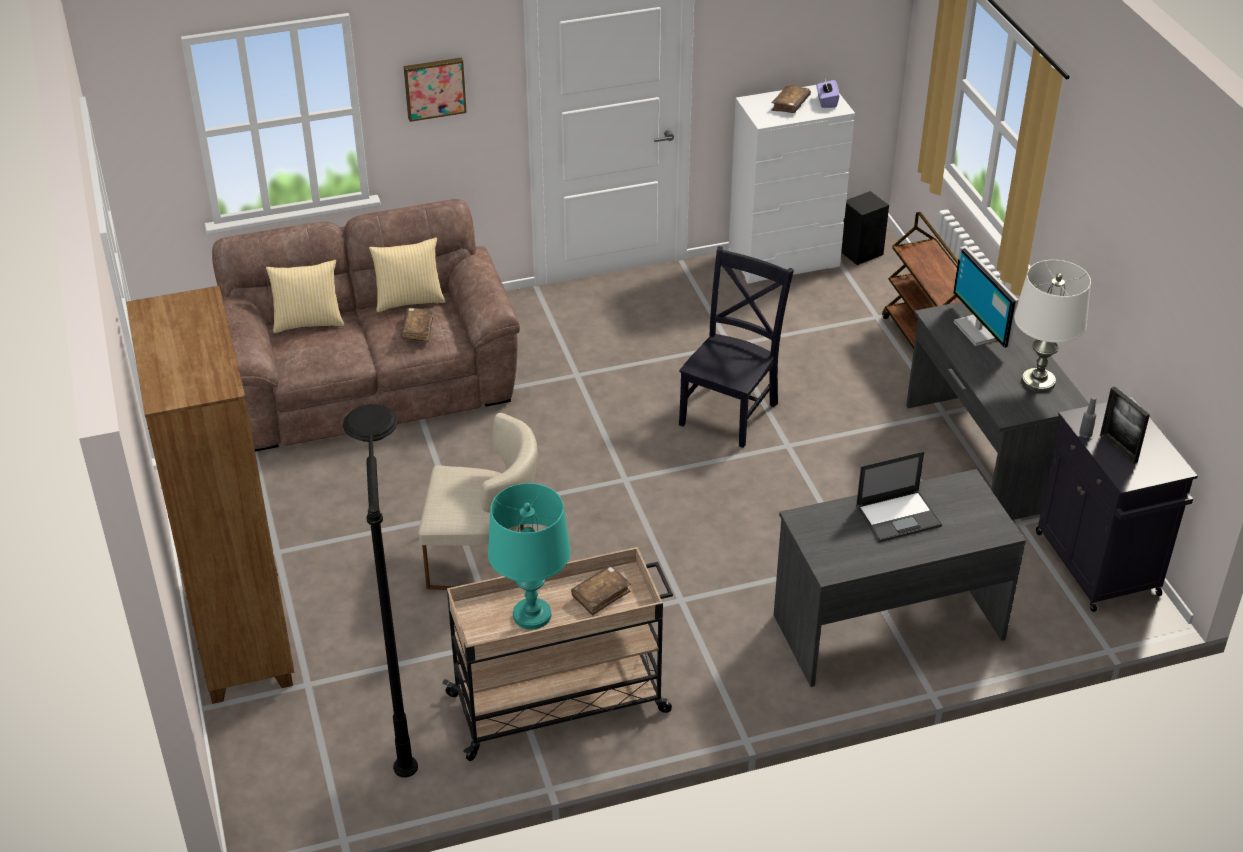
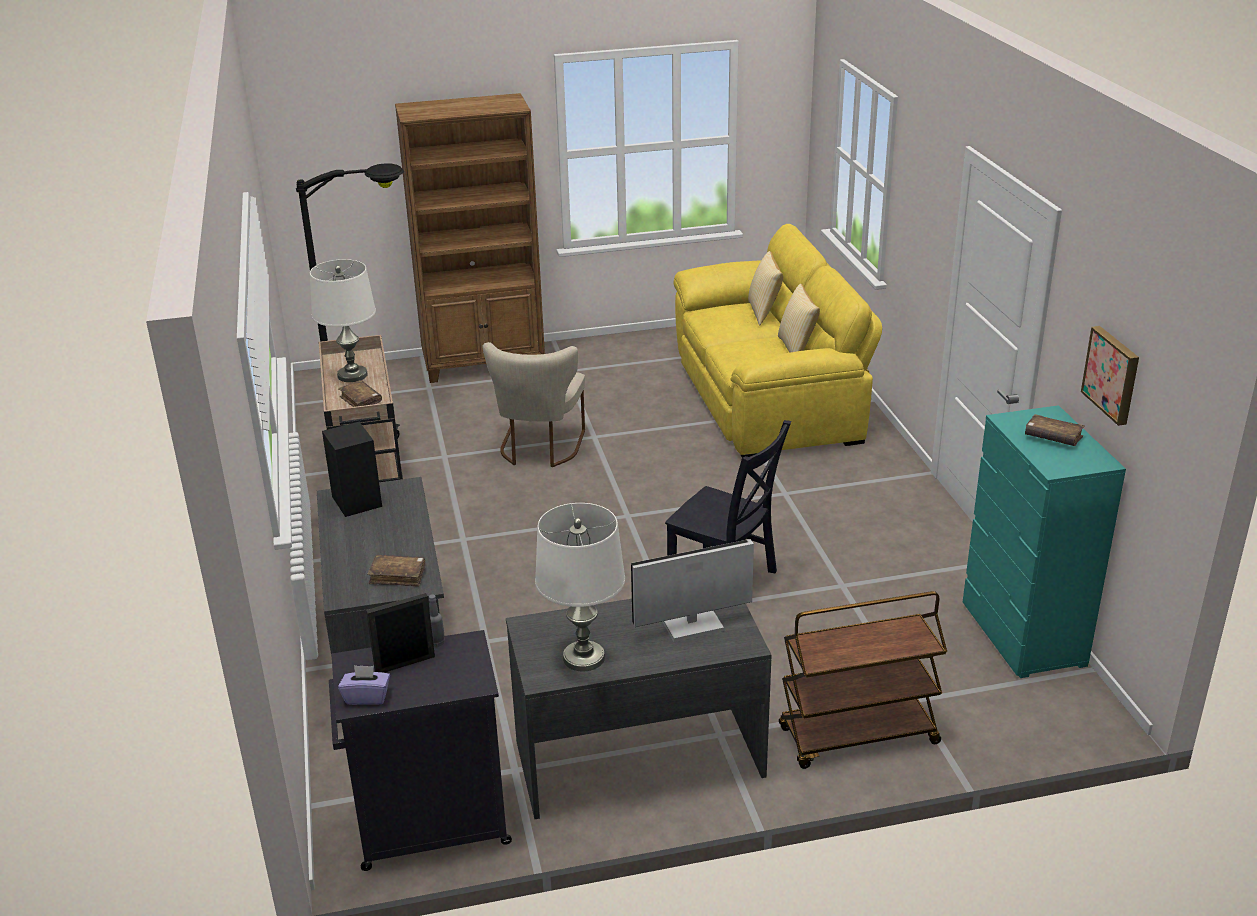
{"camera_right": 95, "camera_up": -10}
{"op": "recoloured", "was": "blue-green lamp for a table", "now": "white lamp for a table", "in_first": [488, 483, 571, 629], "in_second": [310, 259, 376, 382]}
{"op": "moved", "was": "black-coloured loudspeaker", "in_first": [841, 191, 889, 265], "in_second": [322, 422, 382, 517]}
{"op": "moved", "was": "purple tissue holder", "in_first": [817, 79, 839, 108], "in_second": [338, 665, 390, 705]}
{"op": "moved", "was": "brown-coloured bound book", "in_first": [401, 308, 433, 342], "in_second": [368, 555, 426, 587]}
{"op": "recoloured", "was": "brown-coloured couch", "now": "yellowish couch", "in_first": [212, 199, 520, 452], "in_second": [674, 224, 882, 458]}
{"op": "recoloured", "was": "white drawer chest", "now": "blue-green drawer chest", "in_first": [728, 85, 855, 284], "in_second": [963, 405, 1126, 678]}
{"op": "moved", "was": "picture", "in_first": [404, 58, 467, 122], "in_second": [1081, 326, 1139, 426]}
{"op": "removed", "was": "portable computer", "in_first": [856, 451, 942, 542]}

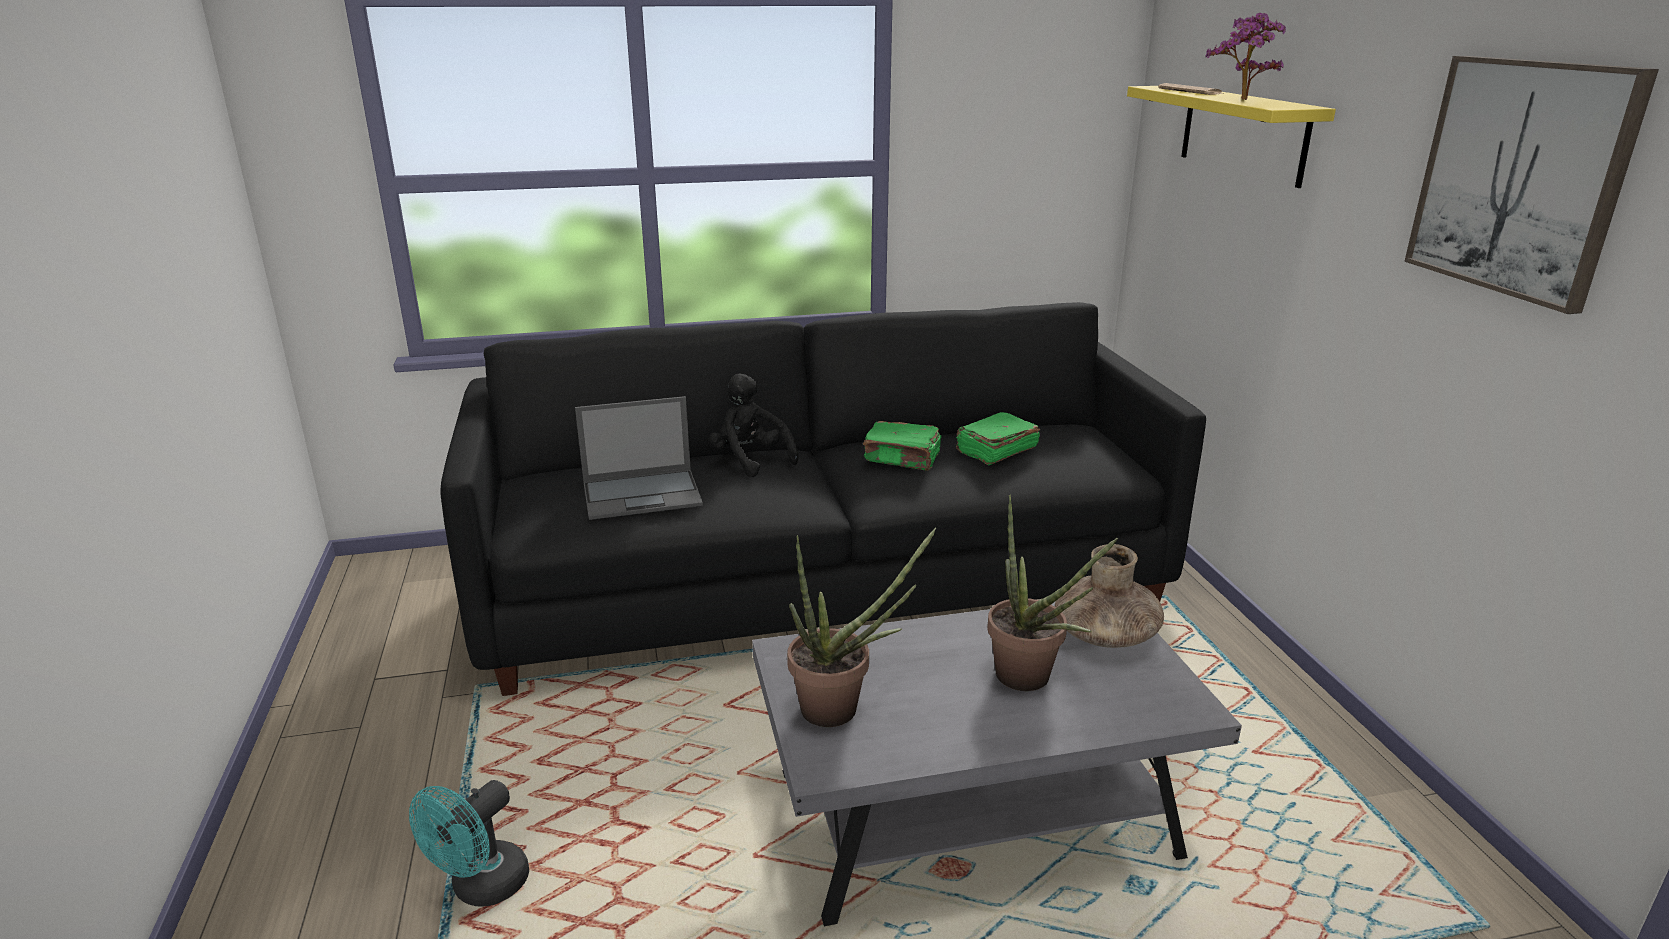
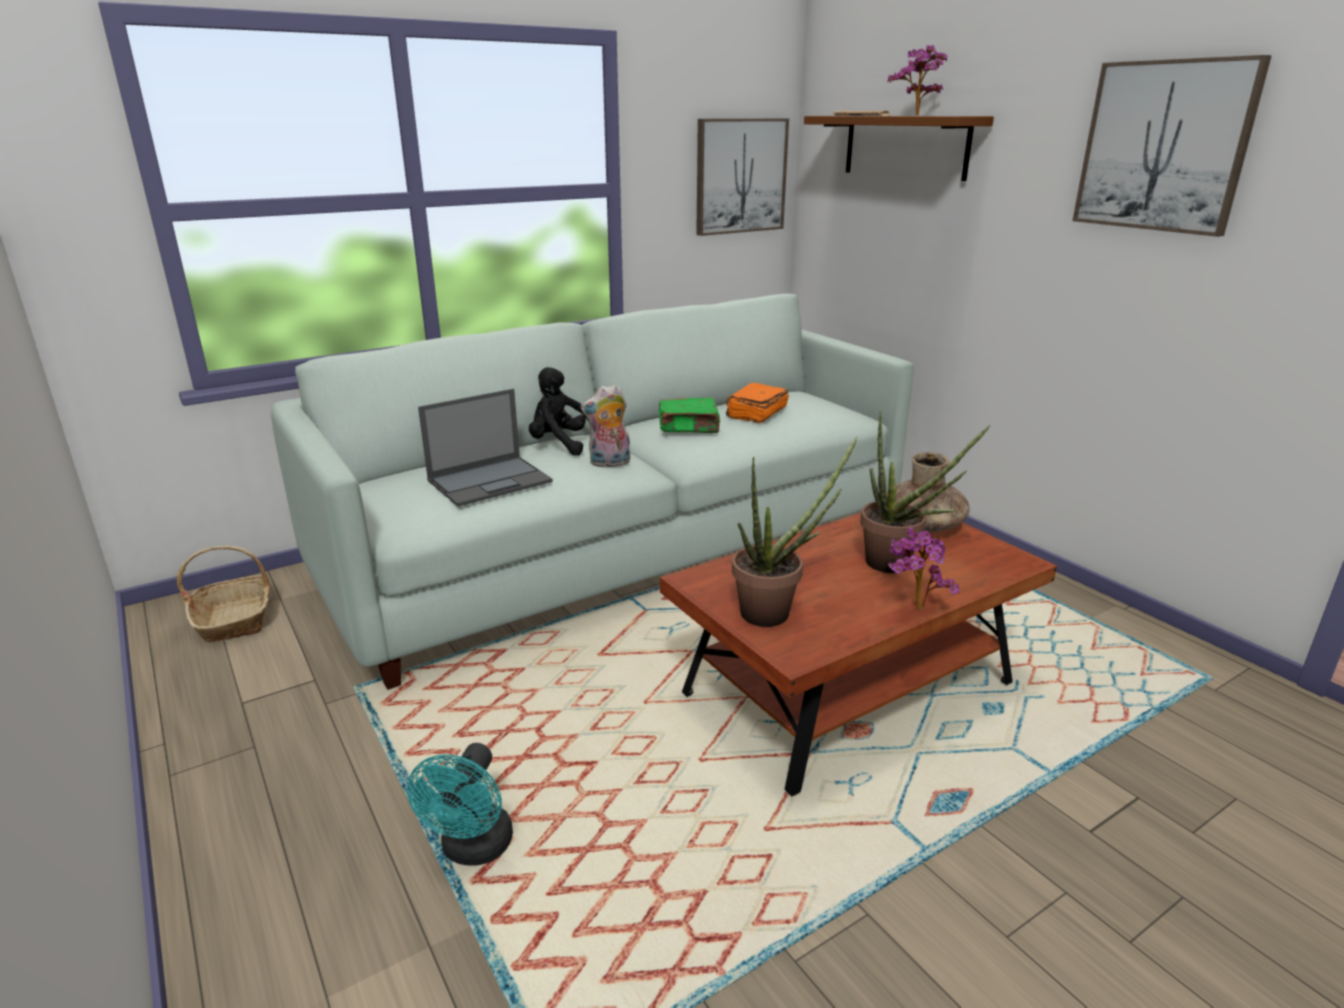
{"camera_right": -20, "camera_up": 0}
{"op": "added", "now": "storage basket", "in_second": [177, 546, 270, 642]}
{"op": "recoloured", "was": "black-coloured couch", "now": "white couch", "in_first": [440, 302, 1206, 696], "in_second": [271, 294, 914, 690]}
{"op": "added", "now": "plush toy", "in_second": [580, 384, 630, 468]}
{"op": "recoloured", "was": "greyish lounge table", "now": "brown-coloured lounge table", "in_first": [752, 602, 1242, 926], "in_second": [660, 513, 1057, 796]}
{"op": "added", "now": "picture", "in_second": [696, 118, 789, 236]}
{"op": "recoloured", "was": "green-coloured bound book", "now": "orange bound book", "in_first": [956, 412, 1040, 465], "in_second": [726, 383, 789, 424]}
{"op": "recoloured", "was": "yellowish bracket shelf", "now": "brown-coloured bracket shelf", "in_first": [1127, 86, 1336, 188], "in_second": [804, 116, 994, 181]}
{"op": "added", "now": "plant in a pot", "in_second": [888, 527, 959, 610]}

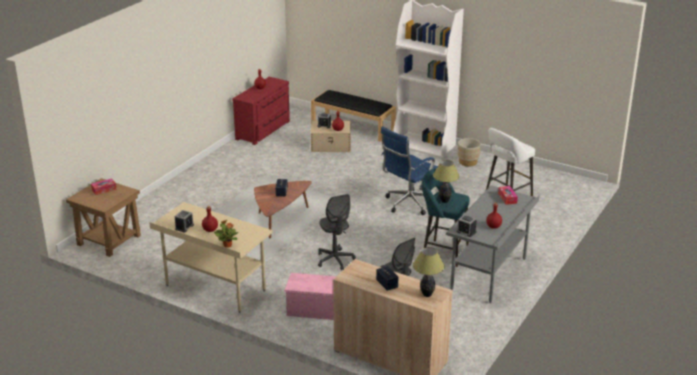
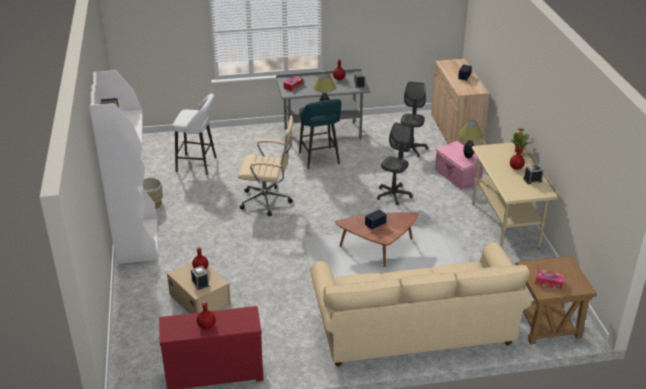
{"camera_right": -130, "camera_up": 5}
{"op": "recoloured", "was": "blue-coloured desk chair", "now": "beige-coloured desk chair", "in_first": [381, 126, 438, 215], "in_second": [238, 115, 293, 216]}
{"op": "added", "now": "beige-coloured couch", "in_second": [310, 242, 532, 367]}
{"op": "moved", "was": "lamp for a table", "in_first": [413, 247, 445, 297], "in_second": [459, 120, 483, 158]}
{"op": "removed", "was": "black-coloured long seat", "in_first": [311, 90, 396, 142]}

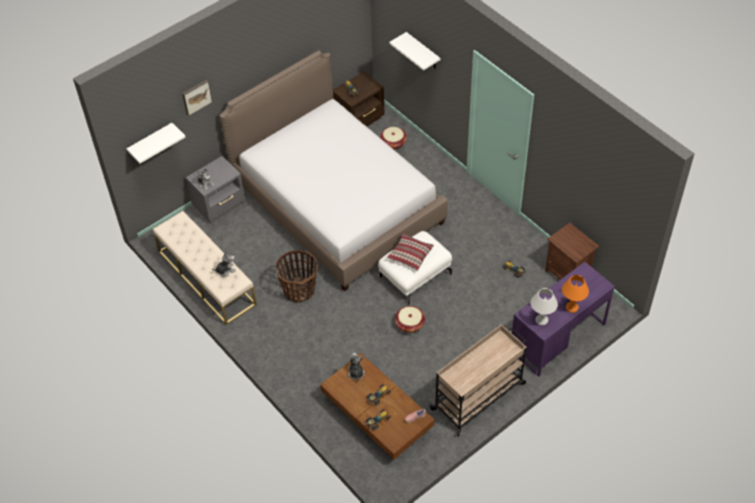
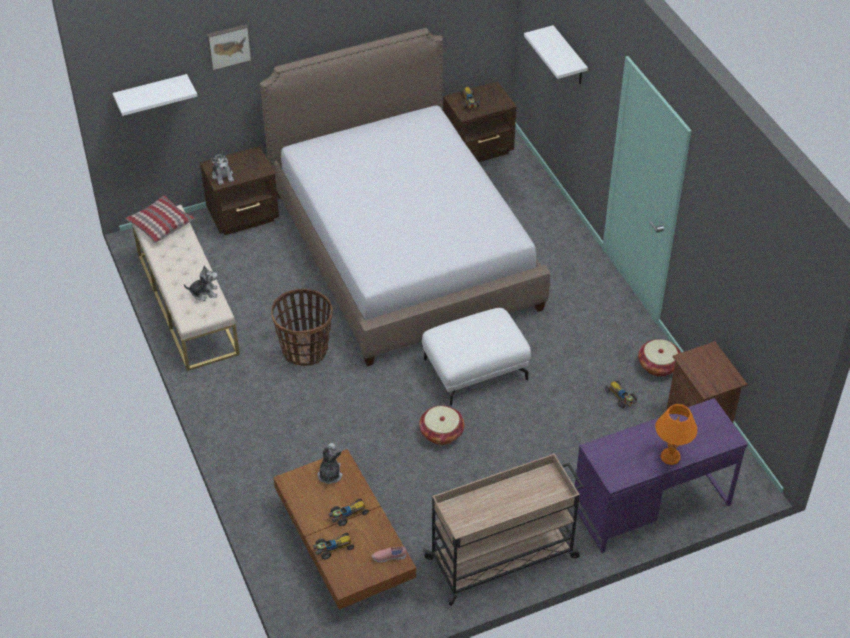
{"camera_right": 15, "camera_up": -5}
{"op": "moved", "was": "cushion", "in_first": [387, 233, 434, 271], "in_second": [125, 195, 194, 243]}
{"op": "recoloured", "was": "greyish bedside table", "now": "brown-coloured bedside table", "in_first": [186, 156, 245, 222], "in_second": [200, 146, 279, 235]}
{"op": "moved", "was": "storage basket", "in_first": [380, 127, 407, 149], "in_second": [638, 339, 681, 377]}
{"op": "removed", "was": "white lamp for a table", "in_first": [530, 288, 558, 325]}

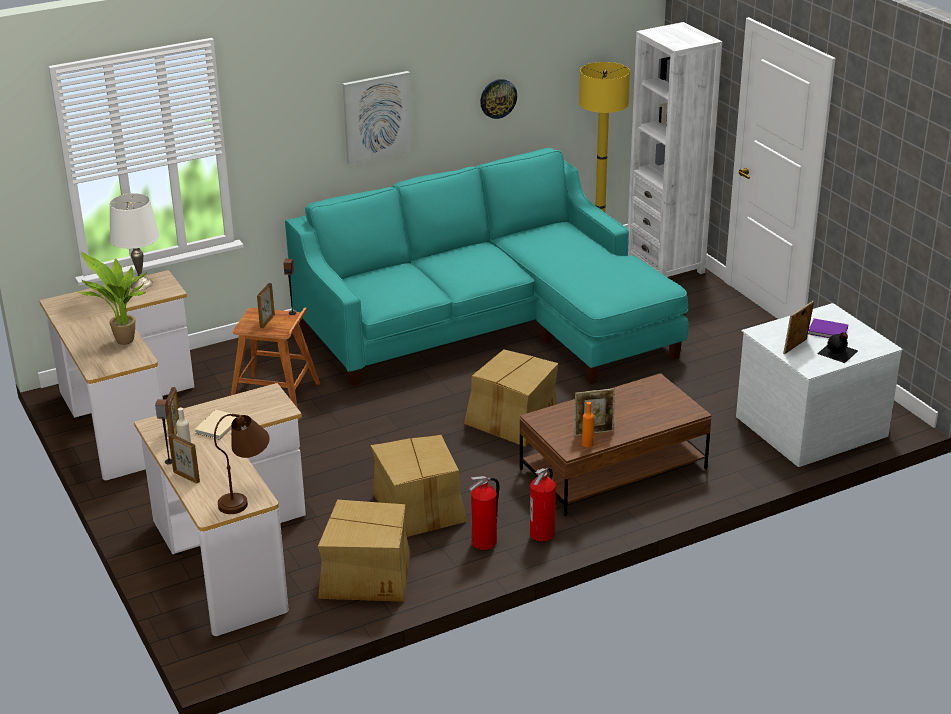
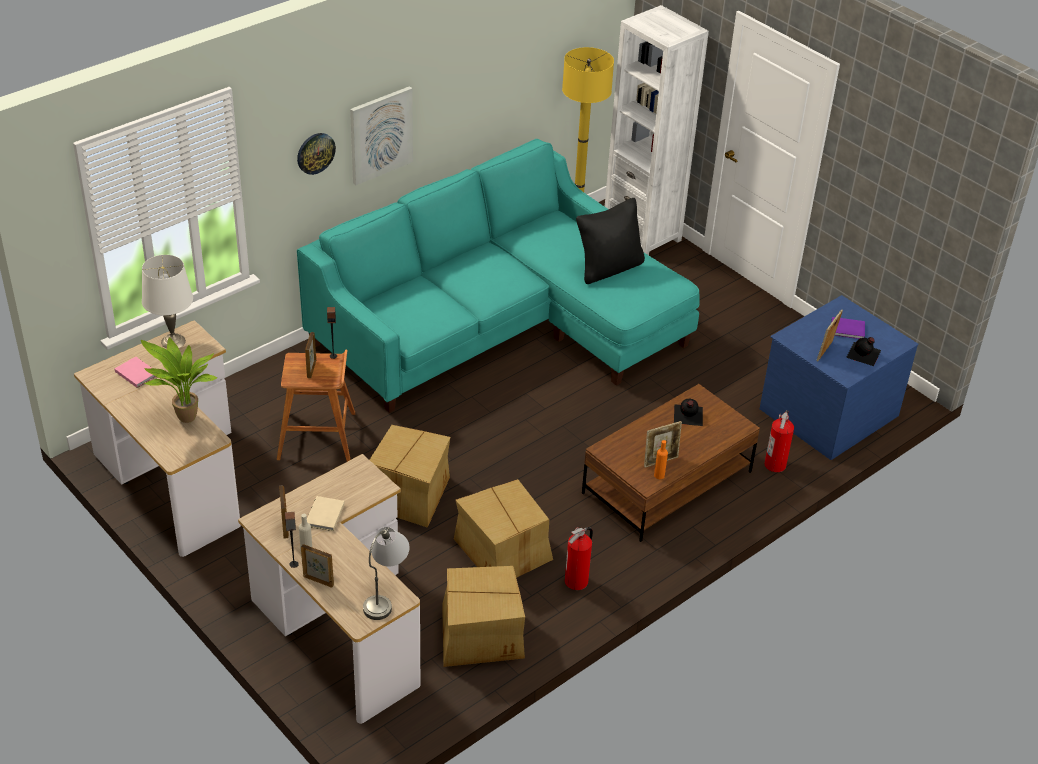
{"camera_right": -15, "camera_up": 10}
{"op": "added", "now": "pink bound book", "in_second": [115, 356, 156, 388]}
{"op": "moved", "was": "wall clock", "in_first": [480, 79, 517, 119], "in_second": [297, 133, 336, 175]}
{"op": "recoloured", "was": "brown-coloured lamp for a table", "now": "greyish lamp for a table", "in_first": [214, 414, 270, 514], "in_second": [363, 527, 409, 620]}
{"op": "moved", "was": "cardboard box", "in_first": [464, 349, 558, 447], "in_second": [370, 425, 450, 528]}
{"op": "added", "now": "black-coloured cushion", "in_second": [576, 198, 645, 284]}
{"op": "added", "now": "black-coloured bottle", "in_second": [674, 399, 703, 426]}
{"op": "recoloured", "was": "white drawer chest", "now": "blue-coloured drawer chest", "in_first": [736, 303, 903, 467], "in_second": [760, 295, 919, 460]}
{"op": "moved", "was": "extinguisher", "in_first": [530, 467, 556, 542], "in_second": [765, 410, 794, 472]}

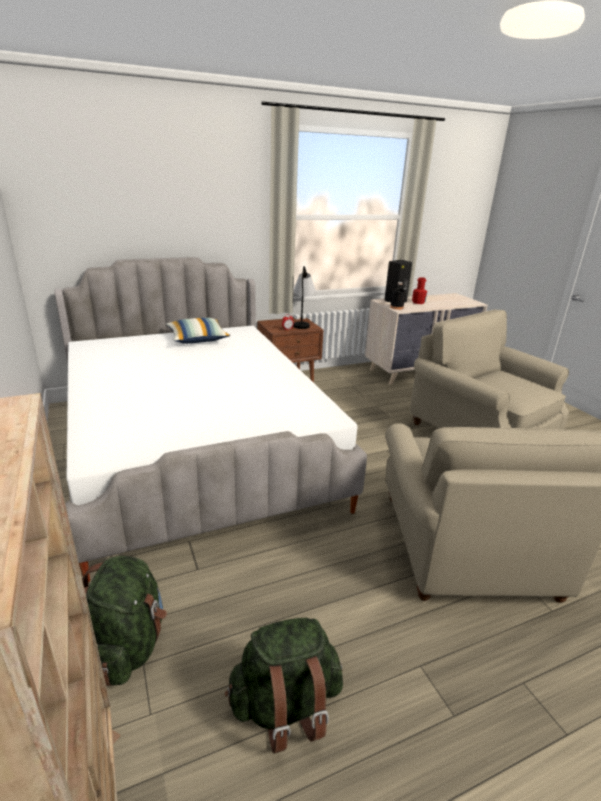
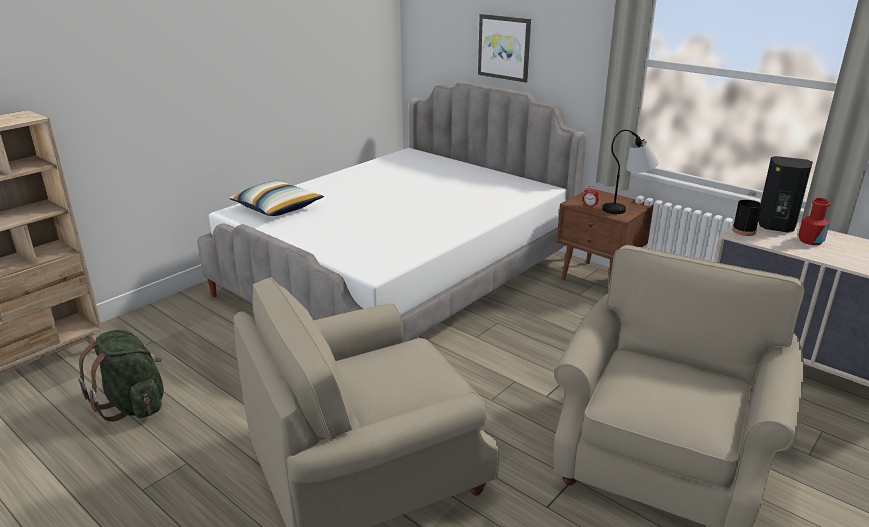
{"camera_right": 65, "camera_up": 0}
{"op": "moved", "was": "cushion", "in_first": [166, 318, 230, 344], "in_second": [229, 180, 324, 216]}
{"op": "added", "now": "picture", "in_second": [478, 14, 531, 83]}
{"op": "removed", "was": "green-coloured knapsack", "in_first": [82, 556, 167, 686]}

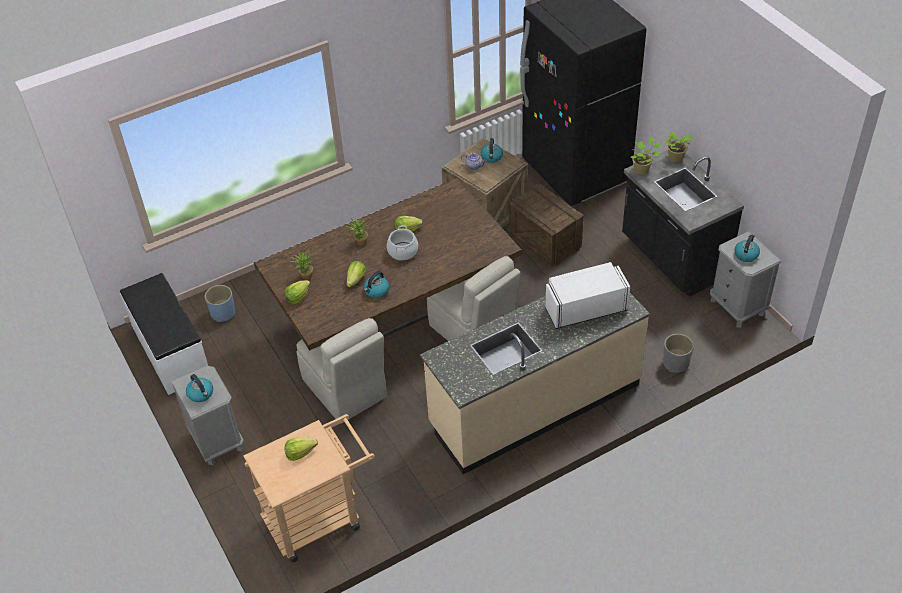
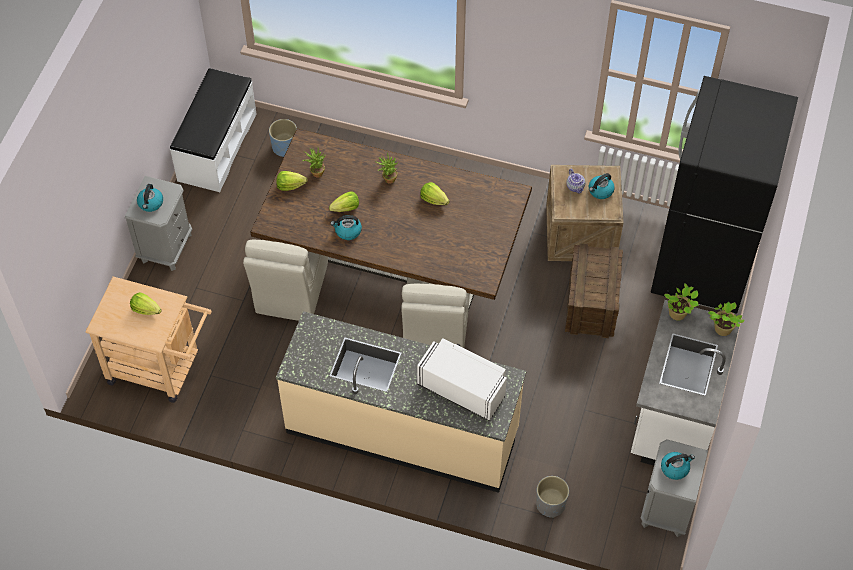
{"camera_right": 45, "camera_up": 10}
{"op": "recoloured", "was": "black-coloured kitchen base unit", "now": "white kitchen base unit", "in_first": [622, 150, 744, 297], "in_second": [631, 300, 741, 466]}
{"op": "removed", "was": "cooking pot", "in_first": [387, 225, 418, 261]}

